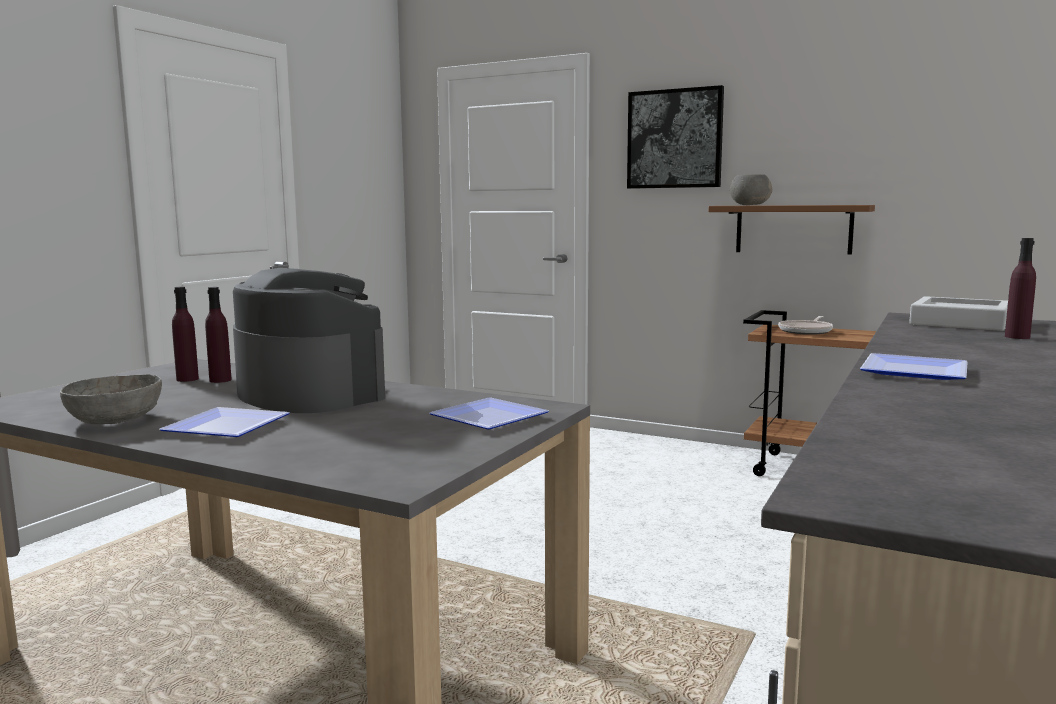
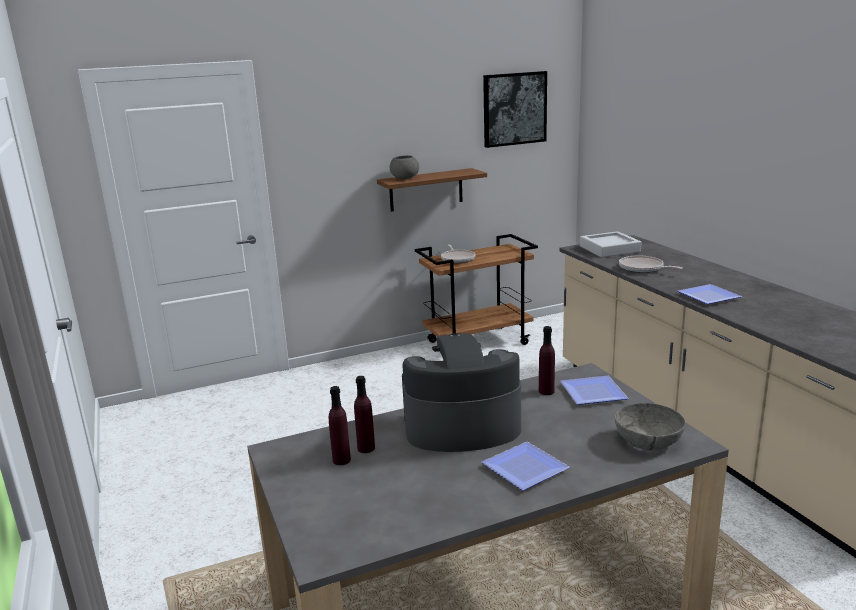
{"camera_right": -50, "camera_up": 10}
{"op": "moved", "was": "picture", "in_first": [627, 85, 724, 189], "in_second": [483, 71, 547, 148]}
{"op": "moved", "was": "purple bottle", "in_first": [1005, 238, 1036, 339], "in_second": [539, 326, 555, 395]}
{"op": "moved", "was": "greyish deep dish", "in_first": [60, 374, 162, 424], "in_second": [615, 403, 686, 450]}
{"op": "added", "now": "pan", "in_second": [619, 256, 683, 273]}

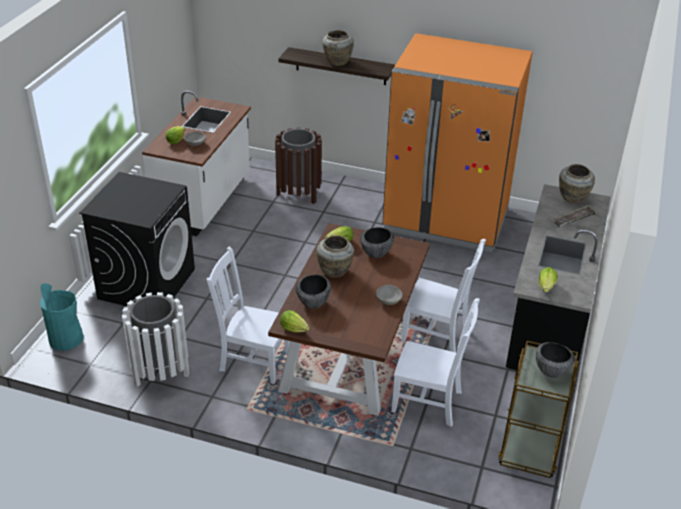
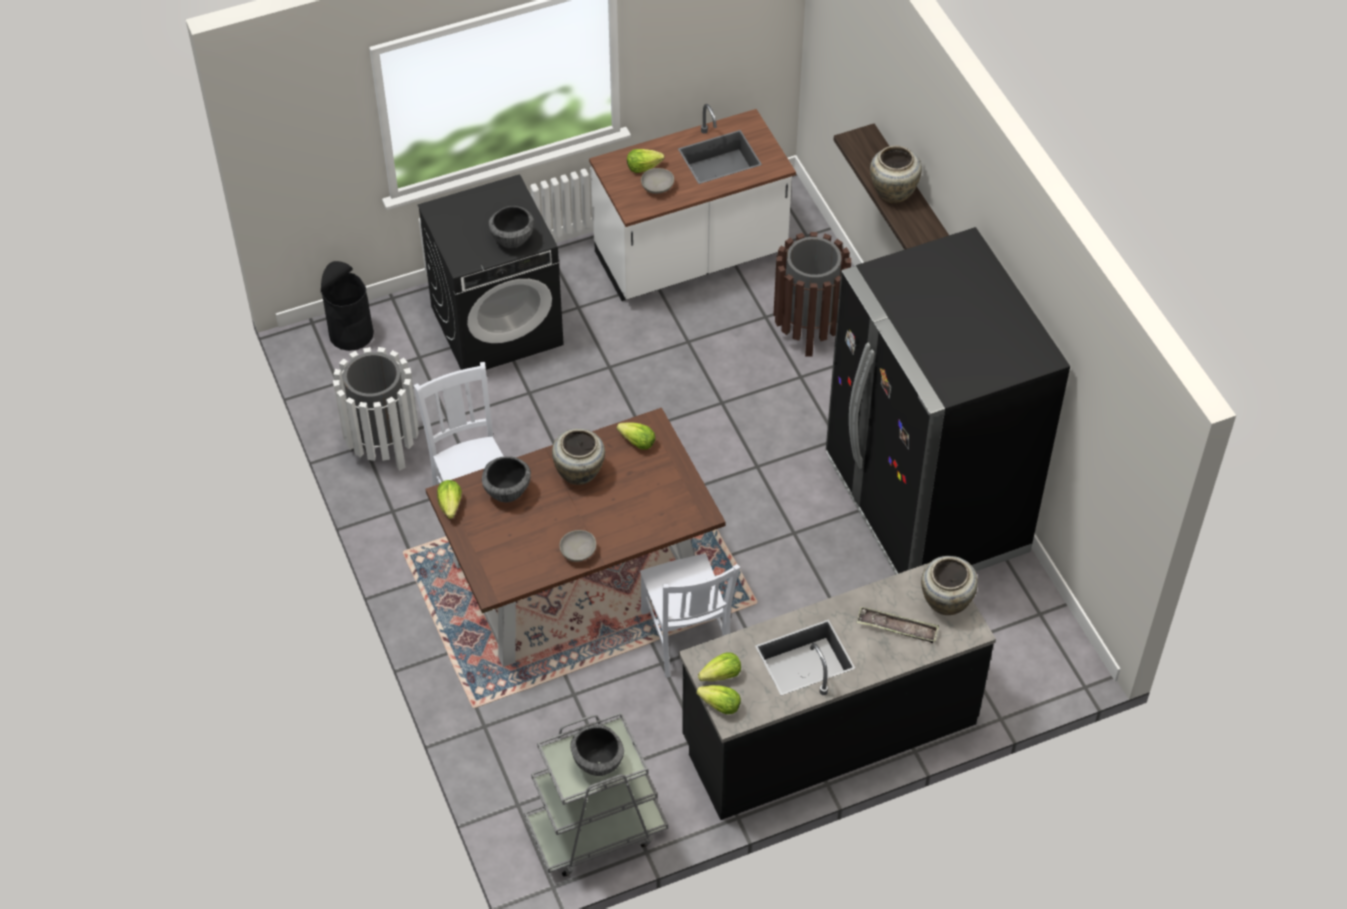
{"camera_right": 50, "camera_up": 15}
{"op": "recoloured", "was": "blue-green trash can", "now": "black-coloured trash can", "in_first": [40, 283, 83, 351], "in_second": [321, 261, 374, 351]}
{"op": "moved", "was": "deep dish", "in_first": [361, 227, 394, 258], "in_second": [489, 206, 534, 248]}
{"op": "recoloured", "was": "brown-coloured cart", "now": "greyish cart", "in_first": [498, 341, 579, 478], "in_second": [524, 712, 668, 876]}
{"op": "added", "now": "lettuce", "in_second": [696, 685, 741, 714]}
{"op": "recoloured", "was": "orange fridge", "now": "black-coloured fridge", "in_first": [382, 33, 532, 253], "in_second": [826, 227, 1070, 575]}
{"op": "removed", "was": "white plain chair", "in_first": [392, 298, 480, 427]}

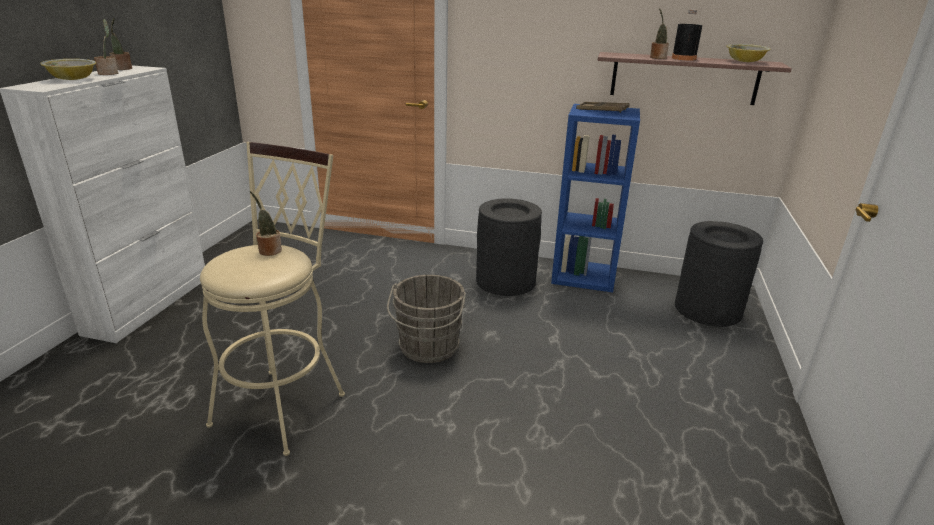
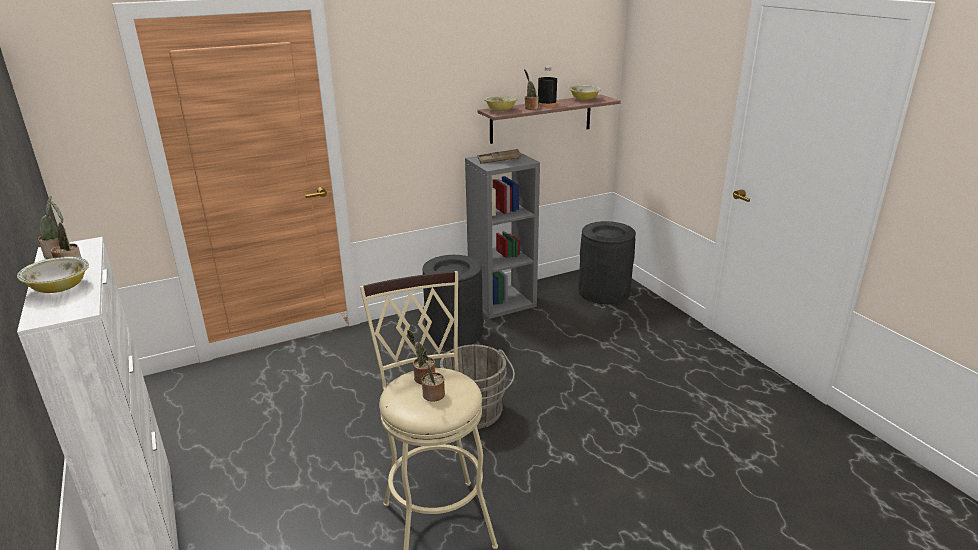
{"camera_right": -40, "camera_up": 0}
{"op": "added", "now": "plant in a pot", "in_second": [422, 349, 445, 402]}
{"op": "recoloured", "was": "blue-coloured shelving unit", "now": "greyish shelving unit", "in_first": [551, 104, 640, 292], "in_second": [465, 152, 540, 319]}
{"op": "added", "now": "deep dish", "in_second": [484, 96, 518, 111]}

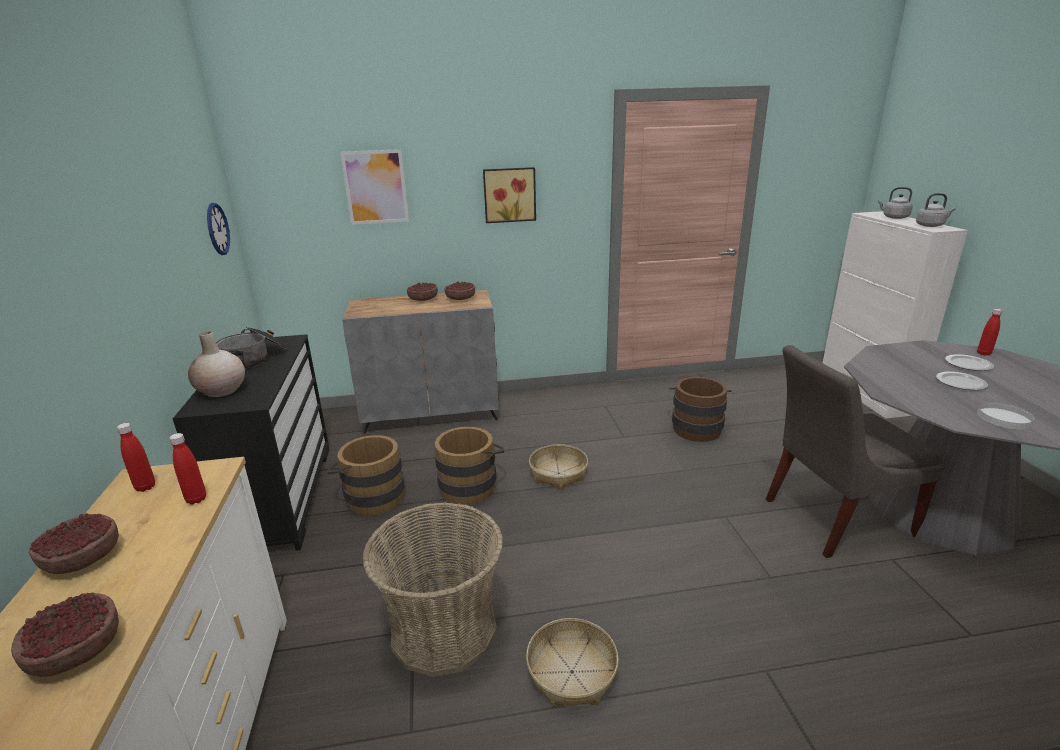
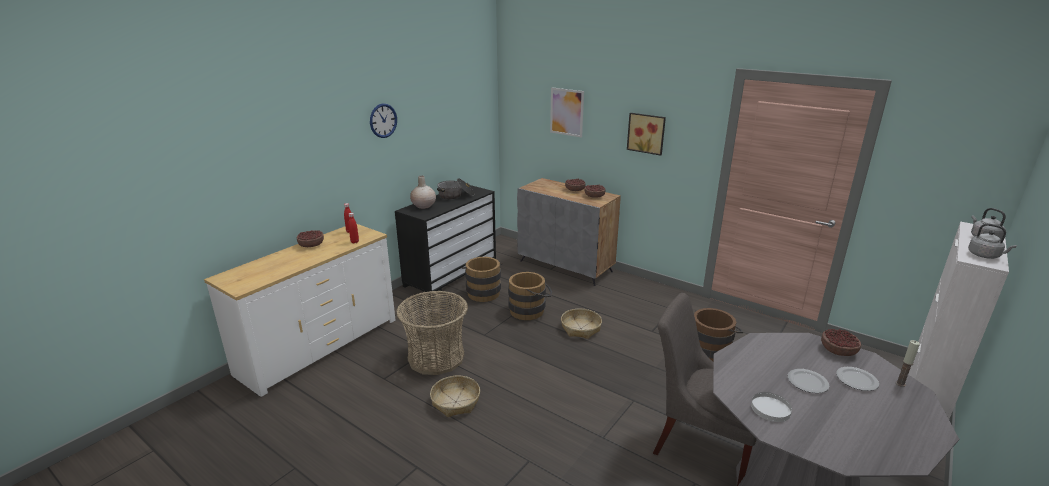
{"camera_right": 45, "camera_up": 0}
{"op": "moved", "was": "wall clock", "in_first": [207, 203, 230, 255], "in_second": [370, 104, 397, 138]}
{"op": "moved", "was": "deep dish", "in_first": [11, 592, 119, 677], "in_second": [821, 329, 861, 356]}
{"op": "replaced", "was": "red-coloured bottle", "now": "candle", "in_first": [977, 309, 1002, 356], "in_second": [896, 340, 920, 387]}

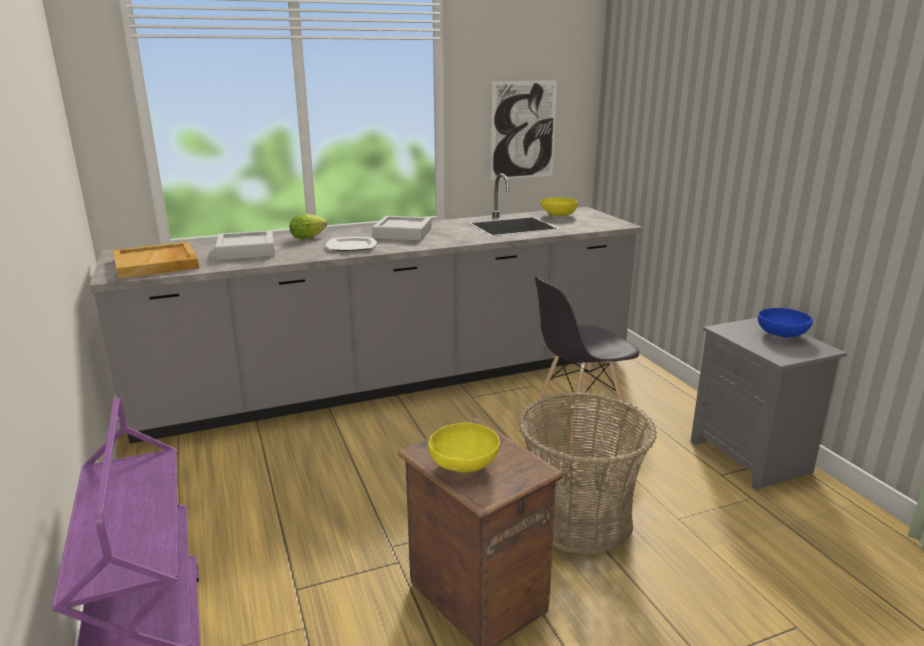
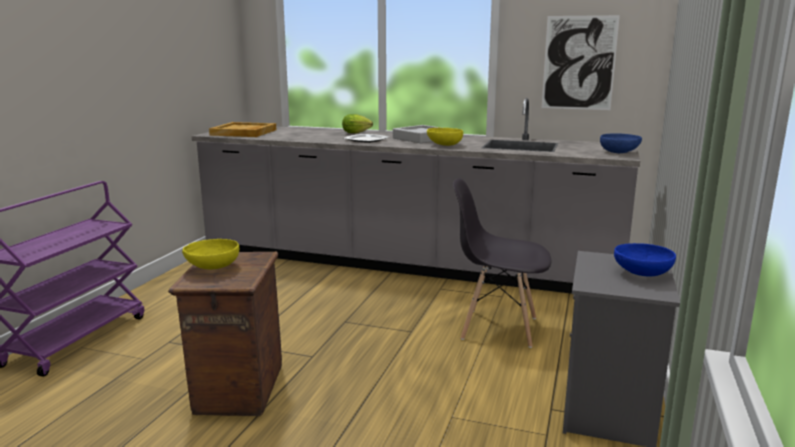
{"camera_right": 40, "camera_up": -5}
{"op": "moved", "was": "yellowish deep dish", "in_first": [540, 197, 578, 216], "in_second": [427, 128, 463, 146]}
{"op": "added", "now": "blue-coloured deep dish", "in_second": [600, 133, 642, 153]}
{"op": "removed", "was": "greyish serving tray", "in_first": [215, 230, 275, 260]}
{"op": "removed", "was": "storage basket", "in_first": [518, 392, 657, 555]}

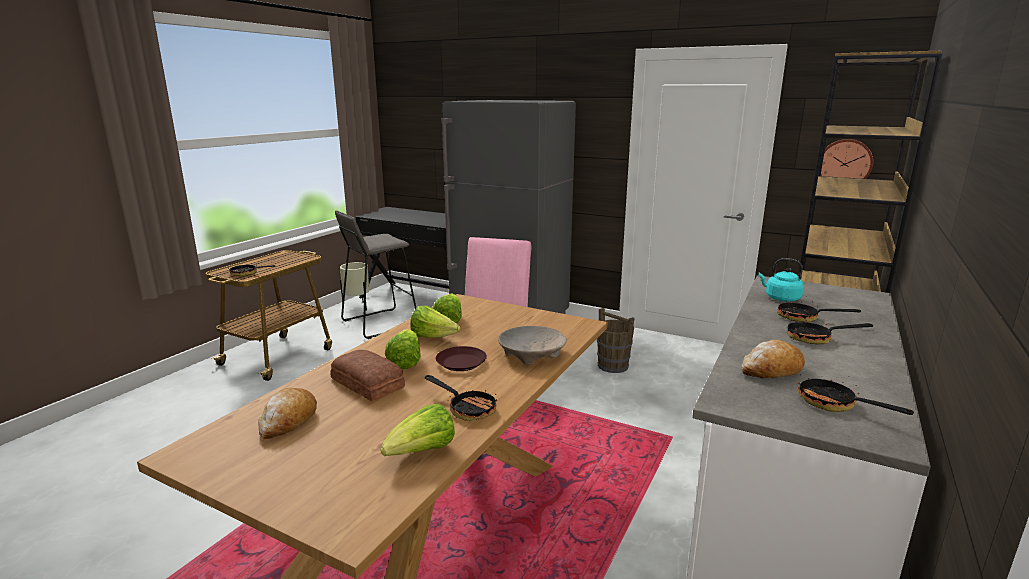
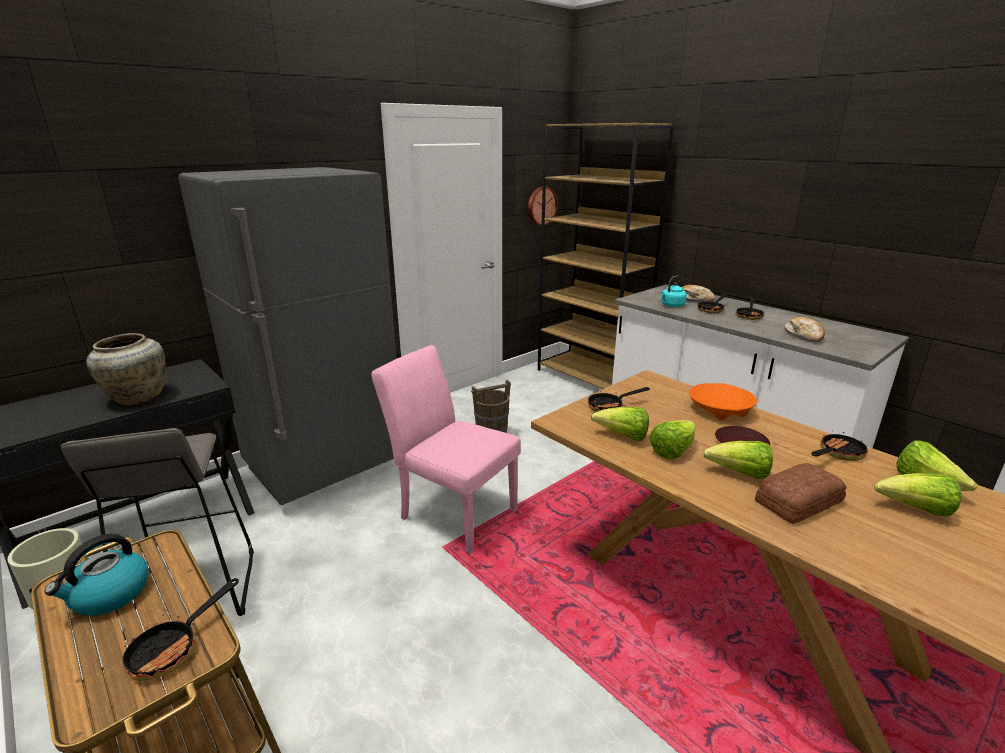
{"camera_right": -70, "camera_up": 5}
{"op": "added", "now": "tea kettle", "in_second": [45, 534, 148, 616]}
{"op": "added", "now": "beige-coloured decorative vase", "in_second": [86, 333, 166, 405]}
{"op": "moved", "was": "pan", "in_first": [798, 376, 914, 415], "in_second": [588, 387, 650, 412]}
{"op": "moved", "was": "bread", "in_first": [258, 388, 317, 439], "in_second": [682, 285, 715, 302]}
{"op": "recoloured", "was": "beige-coloured deep dish", "now": "orange deep dish", "in_first": [498, 326, 567, 365], "in_second": [689, 383, 757, 420]}
{"op": "added", "now": "lettuce", "in_second": [874, 473, 962, 516]}

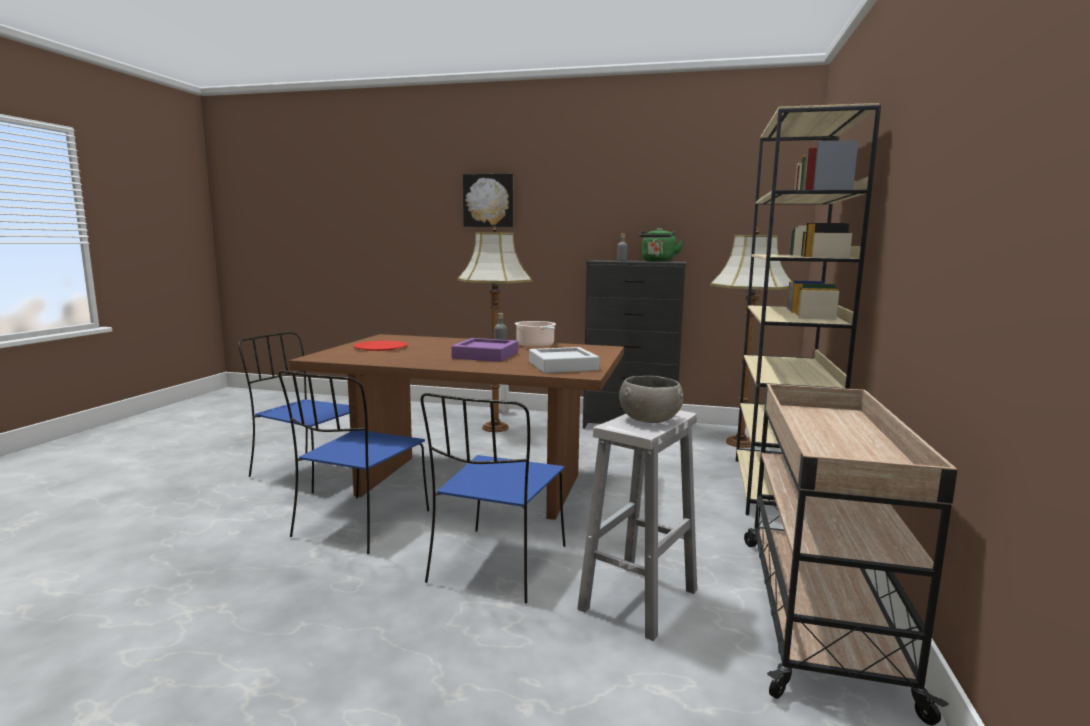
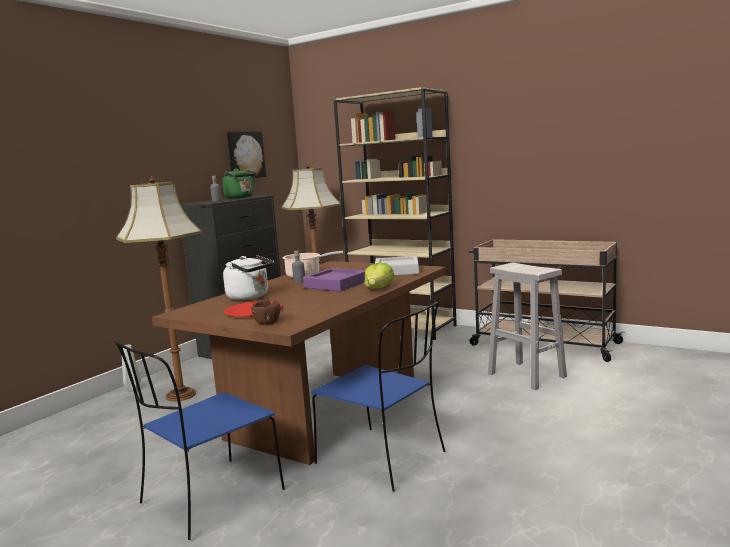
{"camera_right": -70, "camera_up": 0}
{"op": "added", "now": "white tea kettle", "in_second": [223, 255, 274, 300]}
{"op": "moved", "was": "picture", "in_first": [463, 174, 513, 227], "in_second": [227, 131, 266, 178]}
{"op": "added", "now": "brown-coloured deep dish", "in_second": [251, 300, 281, 324]}
{"op": "added", "now": "lettuce", "in_second": [364, 263, 394, 289]}
{"op": "removed", "was": "blue-coloured plain chair", "in_first": [421, 393, 565, 603]}
{"op": "removed", "was": "greyish deep dish", "in_first": [619, 376, 683, 423]}

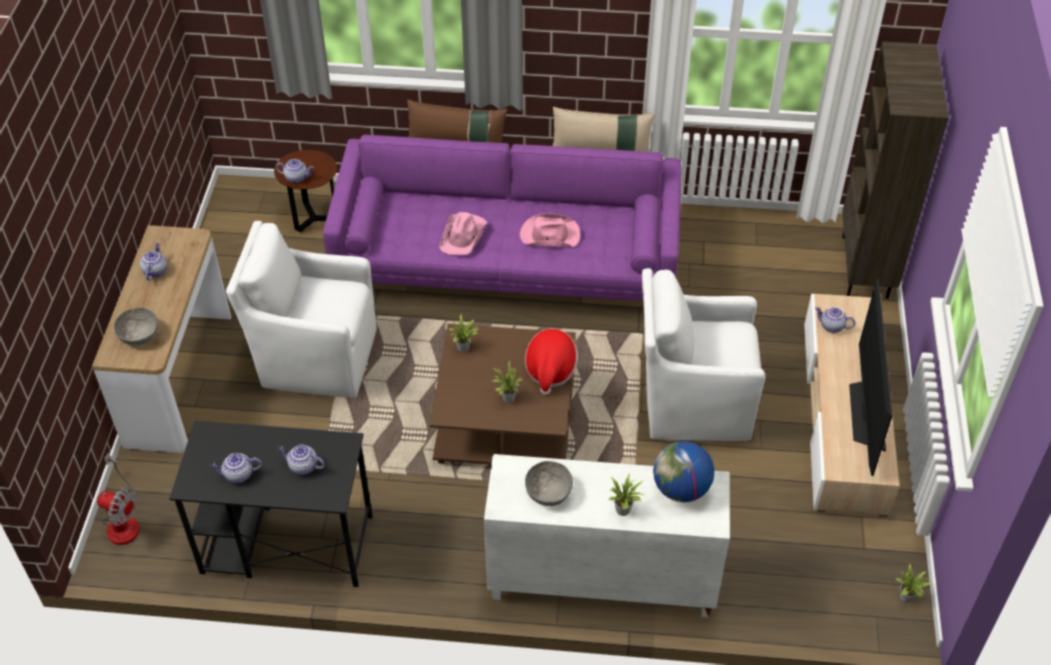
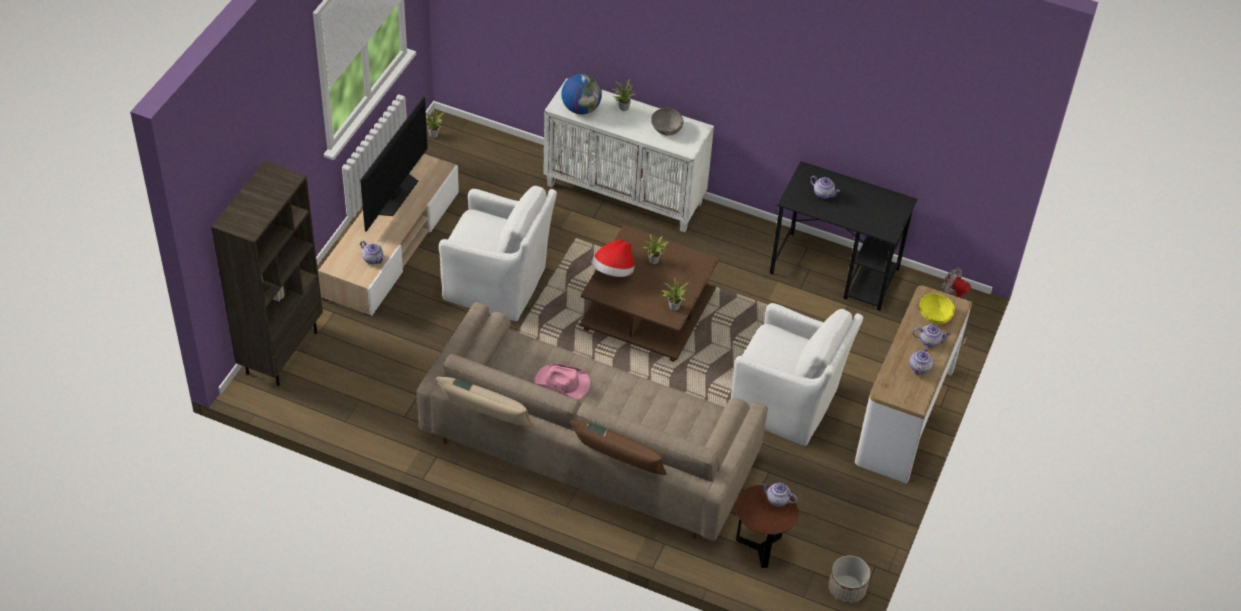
{"camera_right": -165, "camera_up": 0}
{"op": "recoloured", "was": "purple couch", "now": "beige-coloured couch", "in_first": [323, 135, 681, 302], "in_second": [417, 302, 768, 541]}
{"op": "added", "now": "flower pot", "in_second": [828, 555, 871, 604]}
{"op": "moved", "was": "teapot", "in_first": [210, 453, 262, 483], "in_second": [913, 324, 951, 347]}
{"op": "recoloured", "was": "greyish deep dish", "now": "yellowish deep dish", "in_first": [114, 308, 158, 346], "in_second": [920, 293, 955, 324]}
{"op": "removed", "was": "pink clothing hat", "in_first": [439, 212, 488, 255]}

